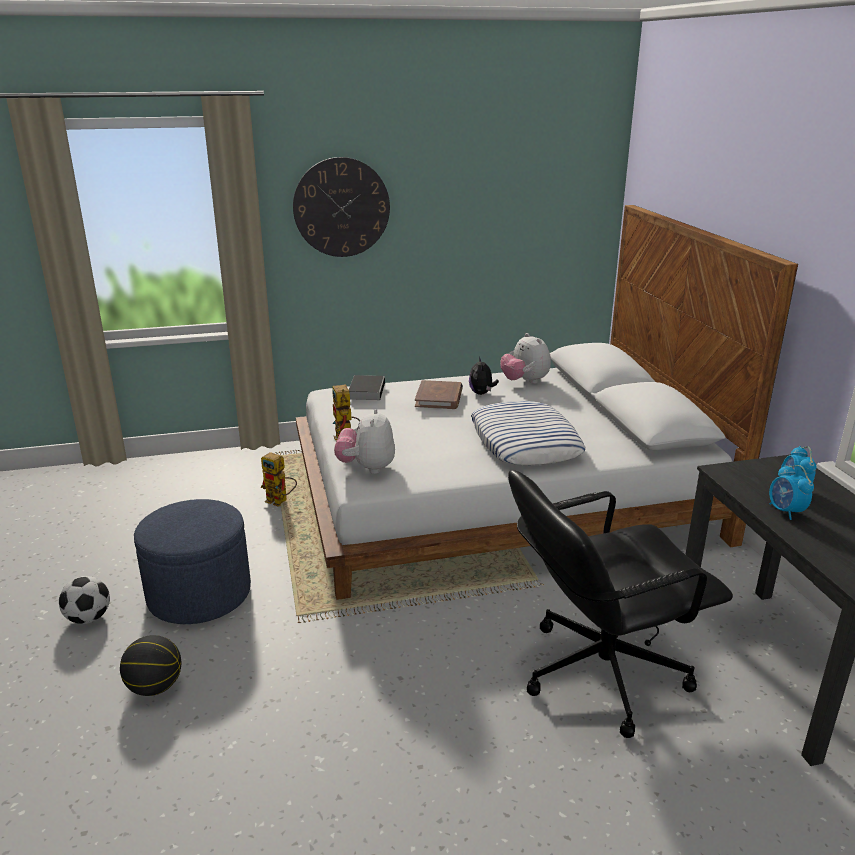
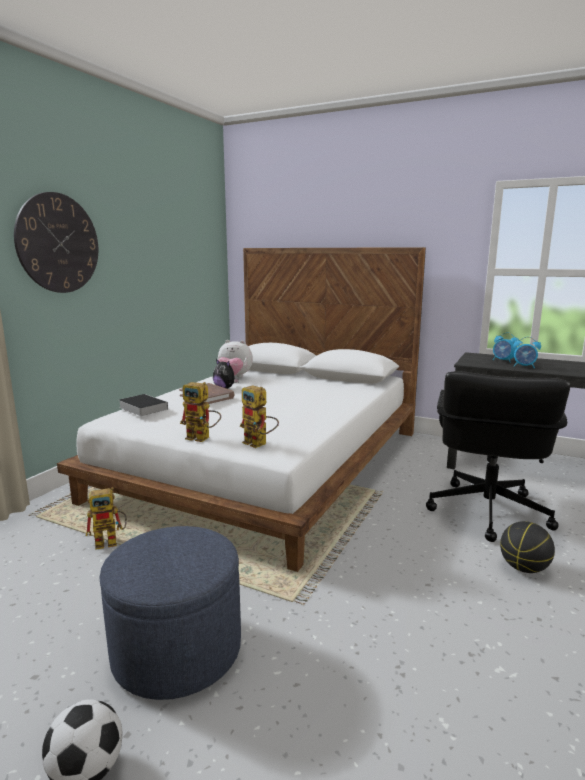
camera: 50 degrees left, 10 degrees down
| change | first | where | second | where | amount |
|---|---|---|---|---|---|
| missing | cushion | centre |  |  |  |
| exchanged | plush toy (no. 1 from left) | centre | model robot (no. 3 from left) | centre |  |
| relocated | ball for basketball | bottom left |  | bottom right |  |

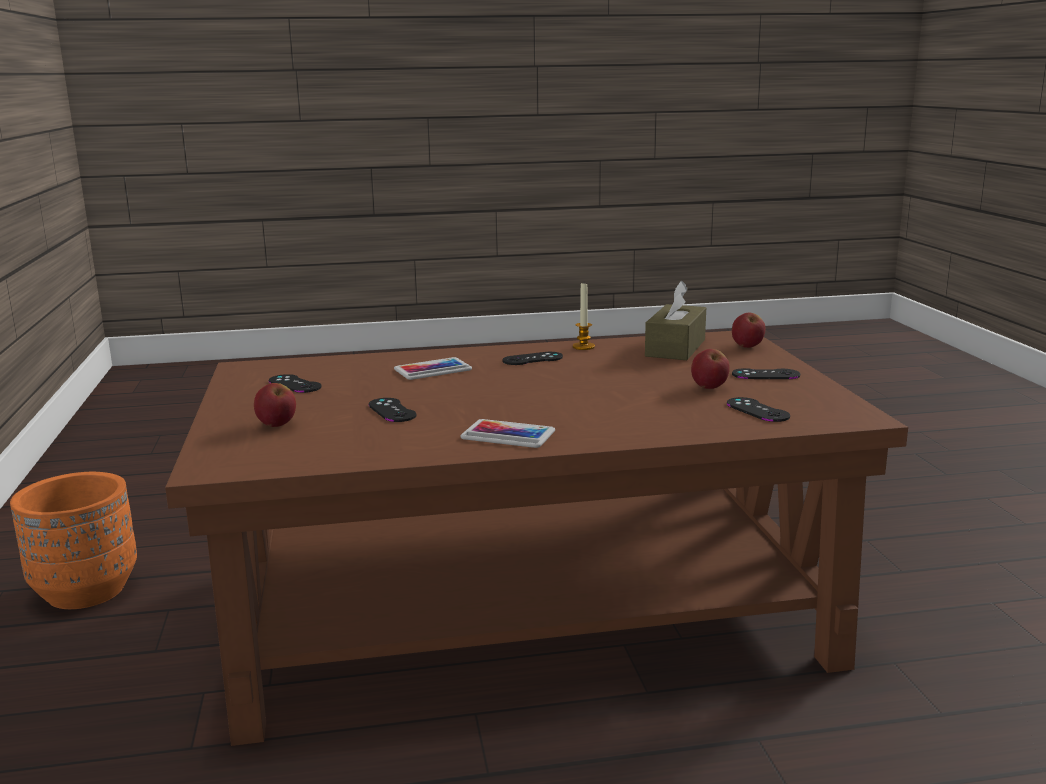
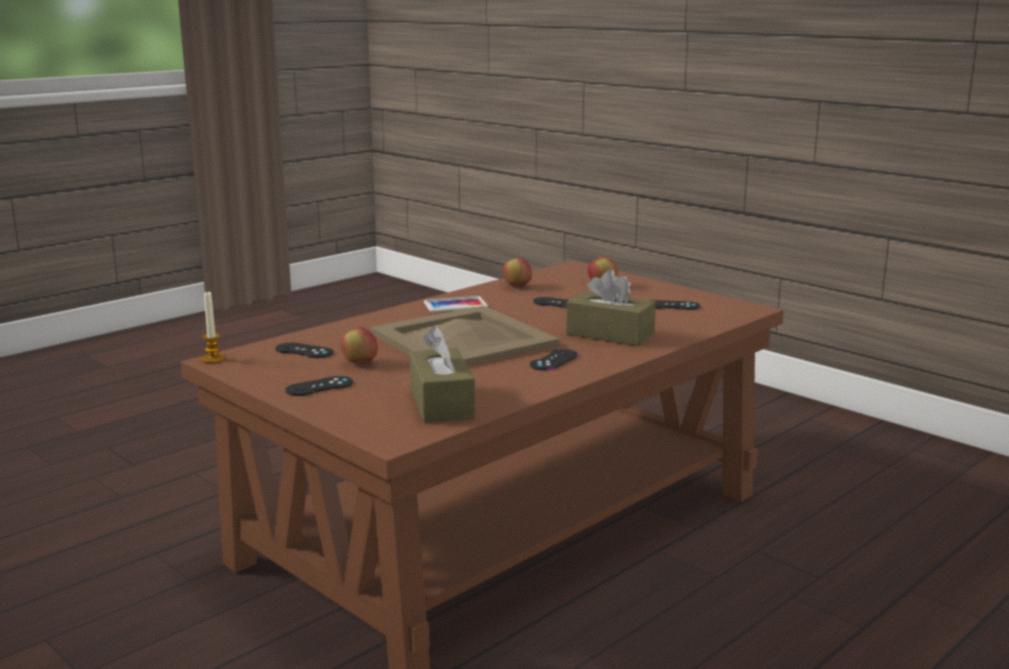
camera: 145 degrees right, 0 degrees up
| change | first | where | second | where | amount |
|---|---|---|---|---|---|
| relocated | wax light | centre |  | middle left |  |
| relocated | whole apple (no. 3 from left in the first image) | middle right | whole apple (no. 2 from left) | centre |  |
| exchanged | handset (no. 1 from left) | centre | brown box of tissues (no. 2 from left) | centre |  |
| missing | orange plant pot | bottom left |  |  |  |
| appeared |  |  | beige-coloured carrying tray | centre |  |

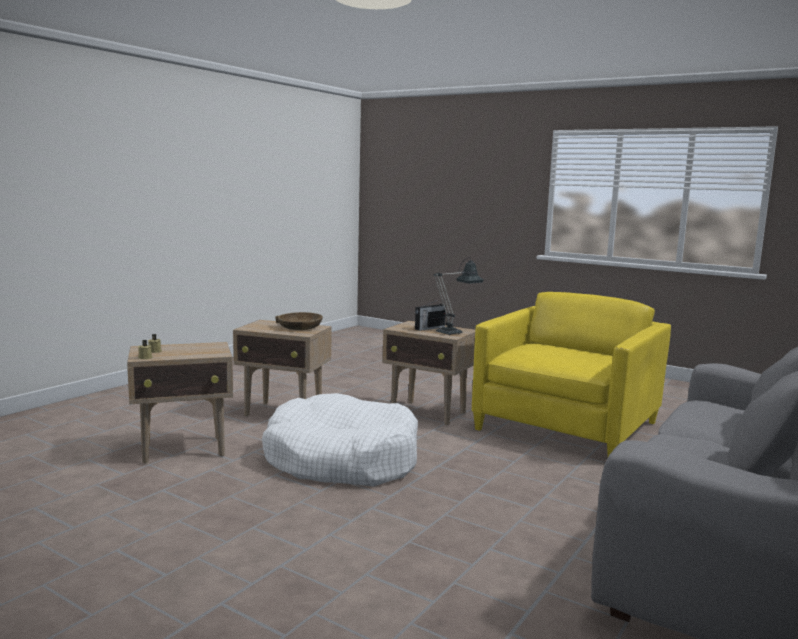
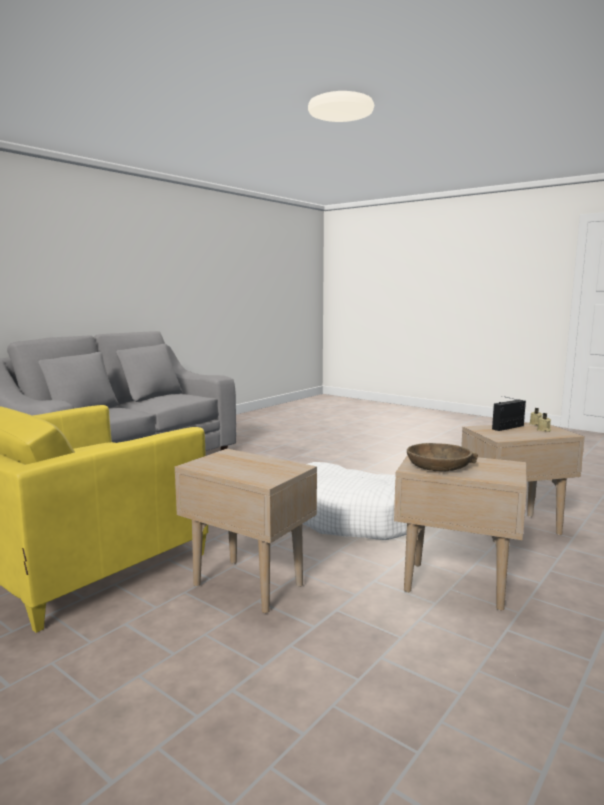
camera: 175 degrees left, 0 degrees up
| change | first | where | second | where | amount |
|---|---|---|---|---|---|
| missing | tabletop lamp | centre |  |  |  |
| relocated | radio set | centre |  | middle right |  |

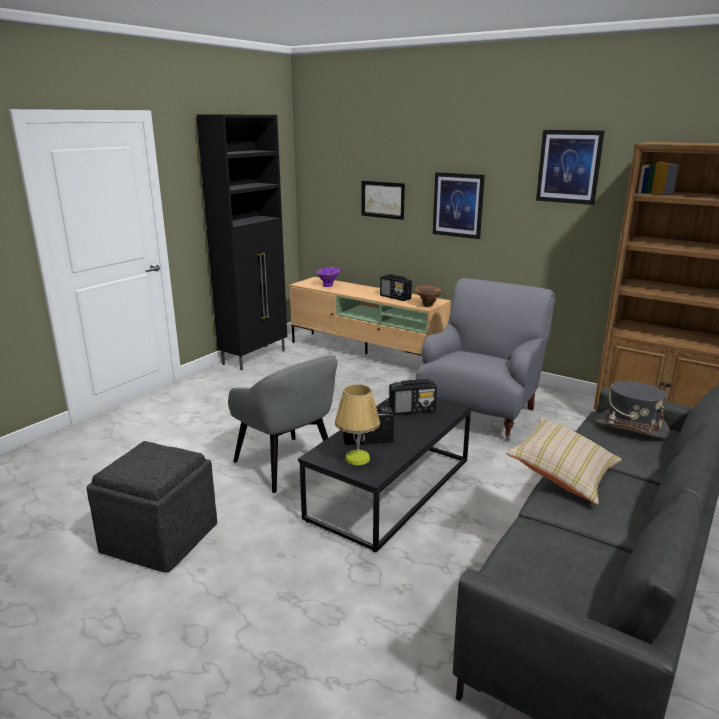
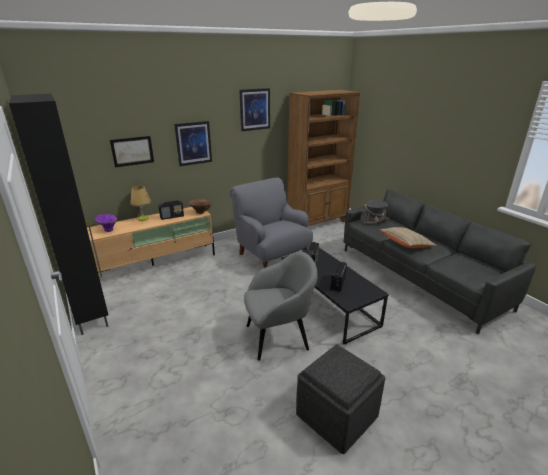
camera: 65 degrees left, 5 degrees up
| change | first | where | second | where | amount |
|---|---|---|---|---|---|
| relocated | tabletop lamp | centre |  | middle left |  |

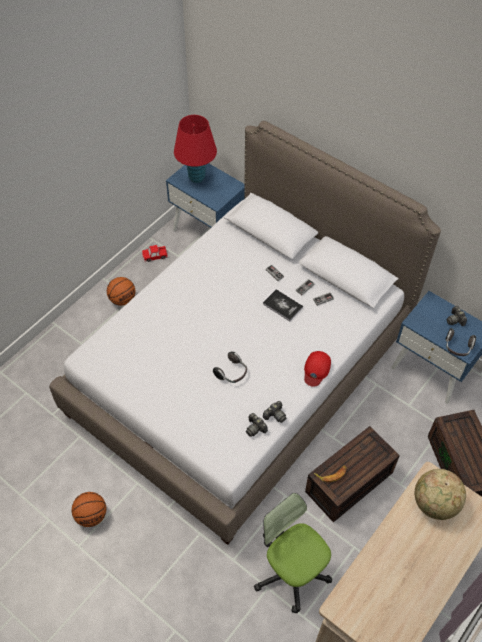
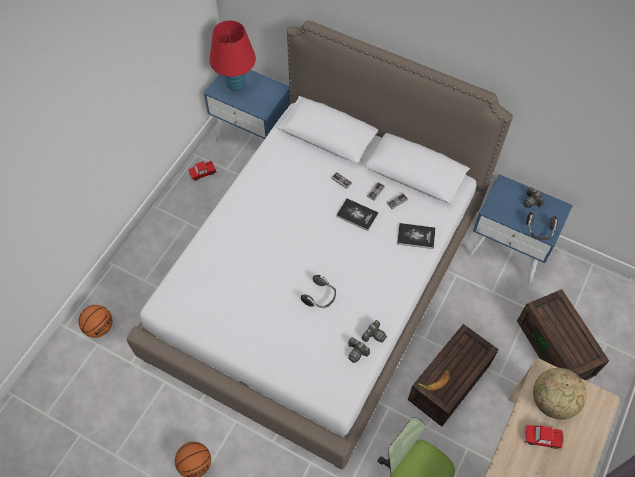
camera: 10 degrees left, 5 degrees up
| change | first | where | second | where | amount |
|---|---|---|---|---|---|
| relocated | ball for basketball (no. 2 from left in the first image) | middle left | ball for basketball (no. 1 from left) | bottom left |  |
| missing | red baseball cap | centre |  |  |  |
| appeared |  |  | bound book (no. 2 from left) | centre |  |
| appeared |  |  | miniature car (no. 2 from left) | bottom right |  |

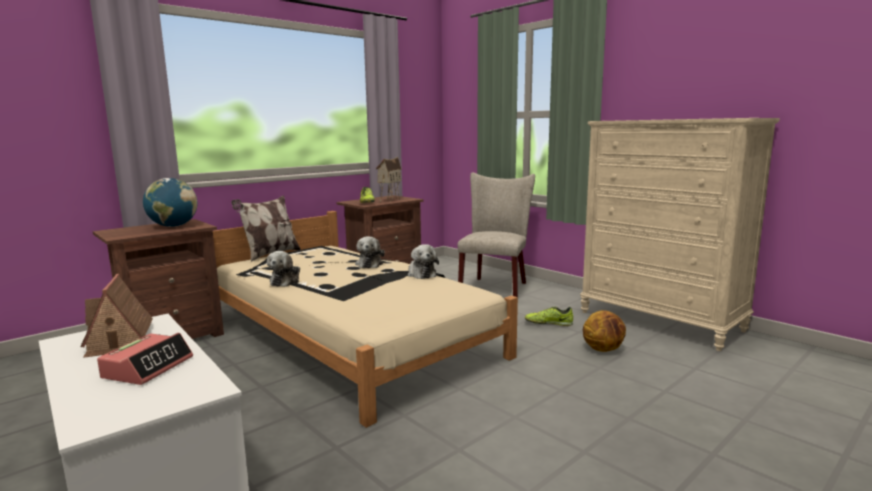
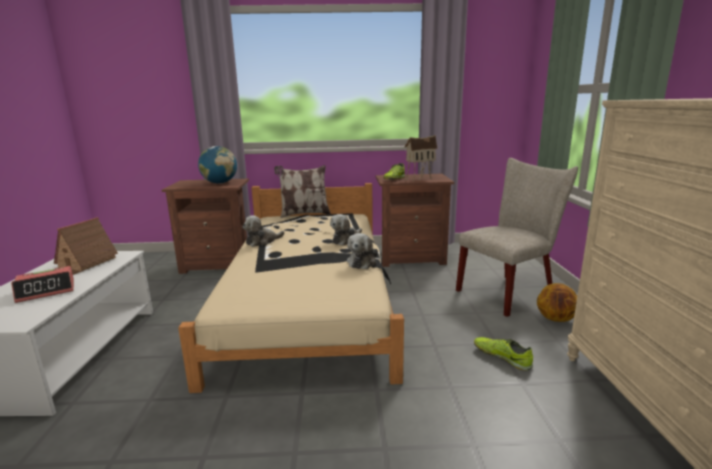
camera: 40 degrees right, 5 degrees up
| change | first | where | second | where | amount |
|---|---|---|---|---|---|
| relocated | ball for basketball | bottom right |  | middle right |  |

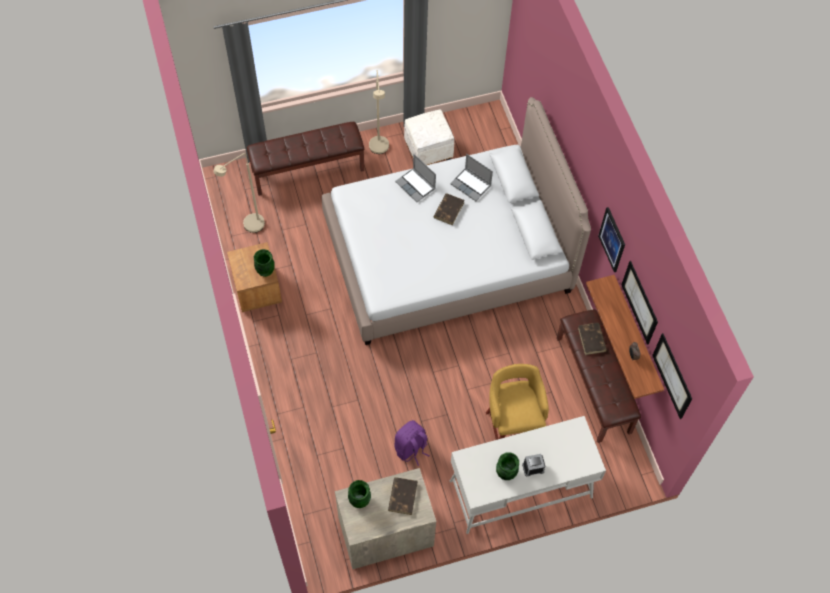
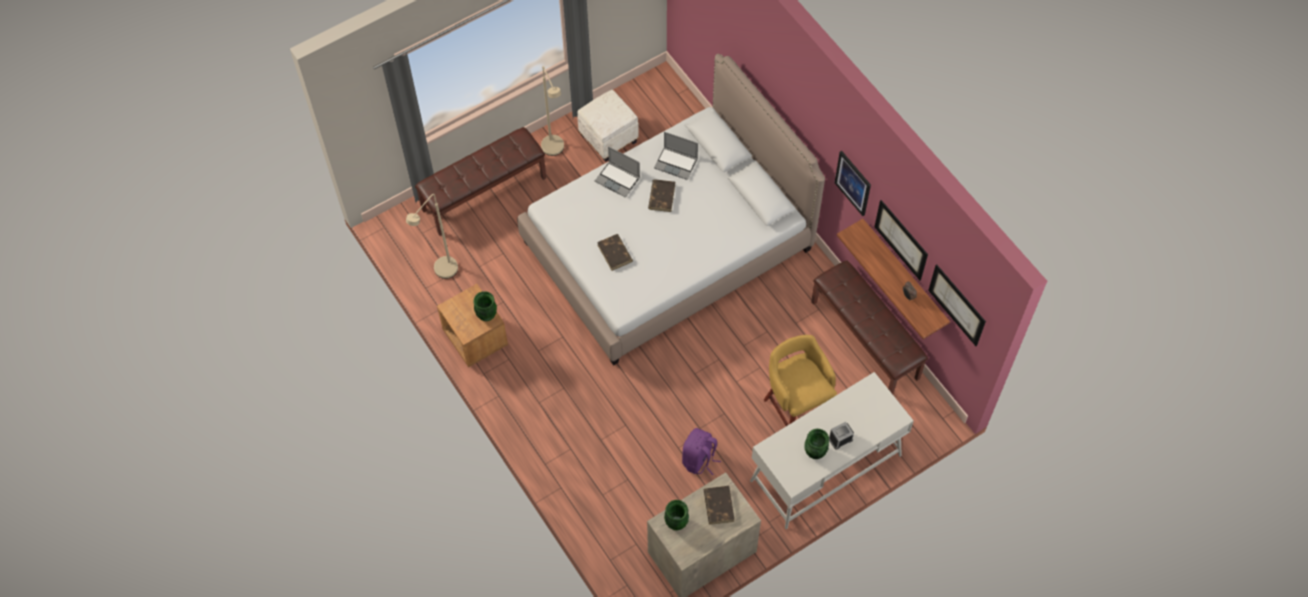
camera: 15 degrees left, 0 degrees up
| change | first | where | second | where | amount |
|---|---|---|---|---|---|
| relocated | brown bound book (no. 3 from left in the first image) | middle right | brown bound book (no. 1 from left) | centre |  |

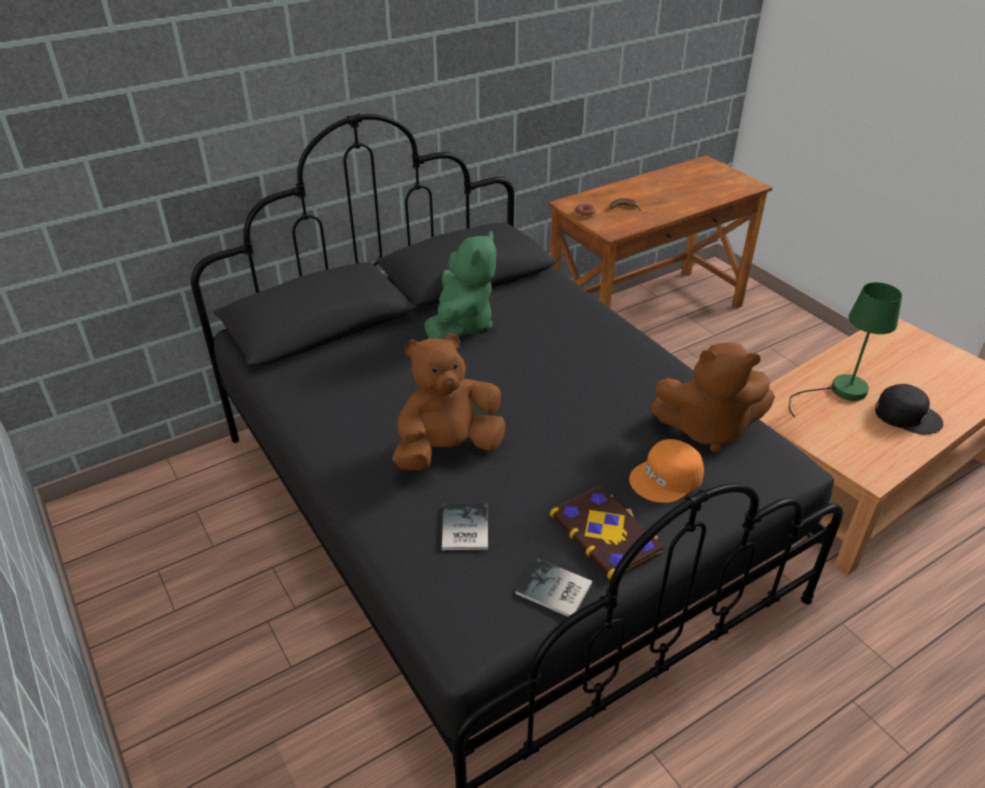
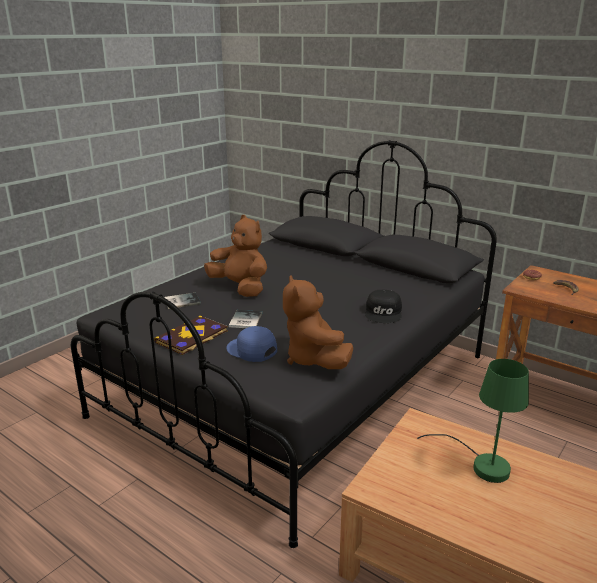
camera: 70 degrees right, 15 degrees down
| change | first | where | second | where | amount |
|---|---|---|---|---|---|
| missing | green-coloured plush toy | centre |  |  |  |
| relocated | blackish baseball cap | middle right |  | centre |  |
| colour | orange baseball cap | middle right | bluish baseball cap | centre |  |
| relocated | bound book (no. 2 from left in the first image) | bottom centre | bound book (no. 3 from left) | centre |  |

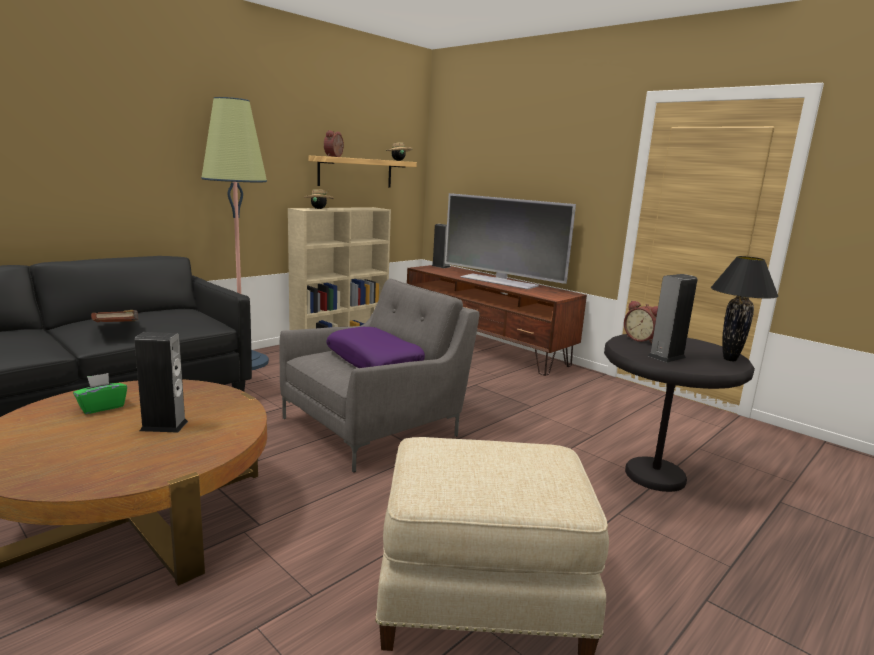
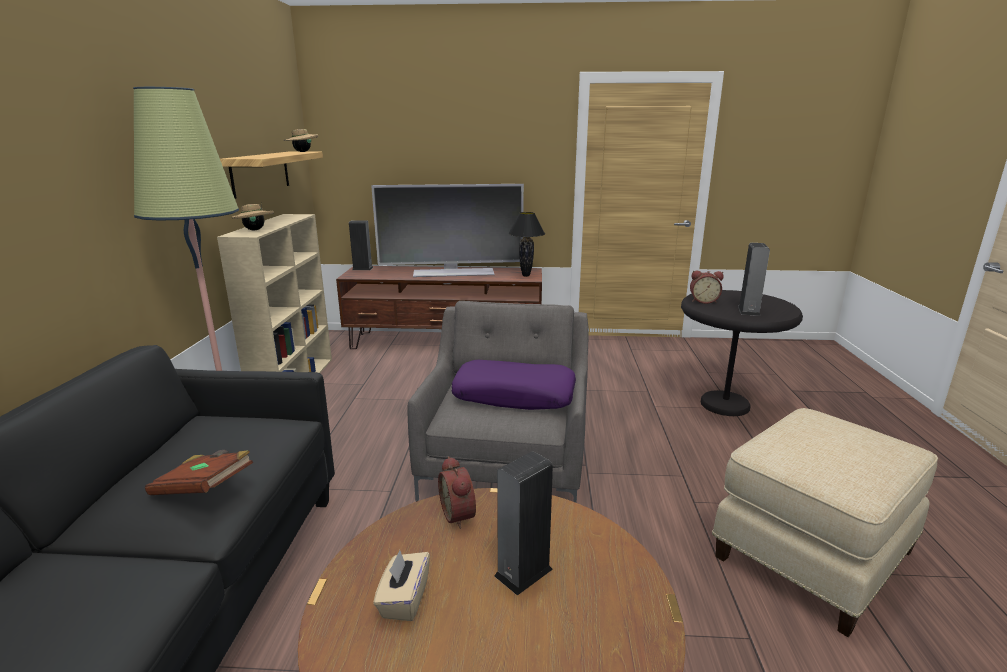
camera: 40 degrees left, 5 degrees up
| change | first | where | second | where | amount |
|---|---|---|---|---|---|
| relocated | alarm clock (no. 1 from left) | top centre |  | bottom centre |  |
| relocated | blackish tabletop lamp | middle right |  | centre |  |
| colour | green-coloured box of tissues | middle left | beige-coloured box of tissues | bottom centre |  |

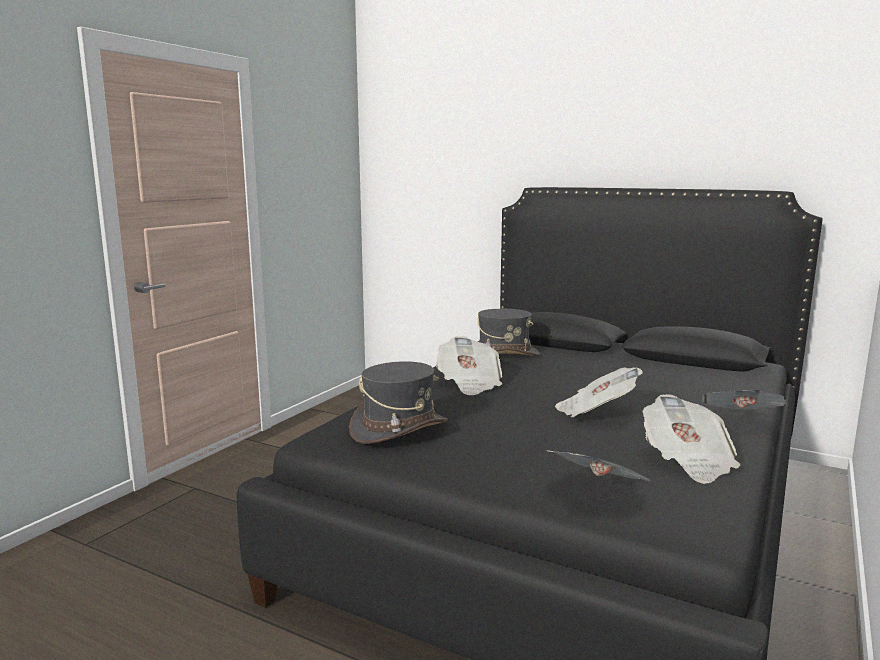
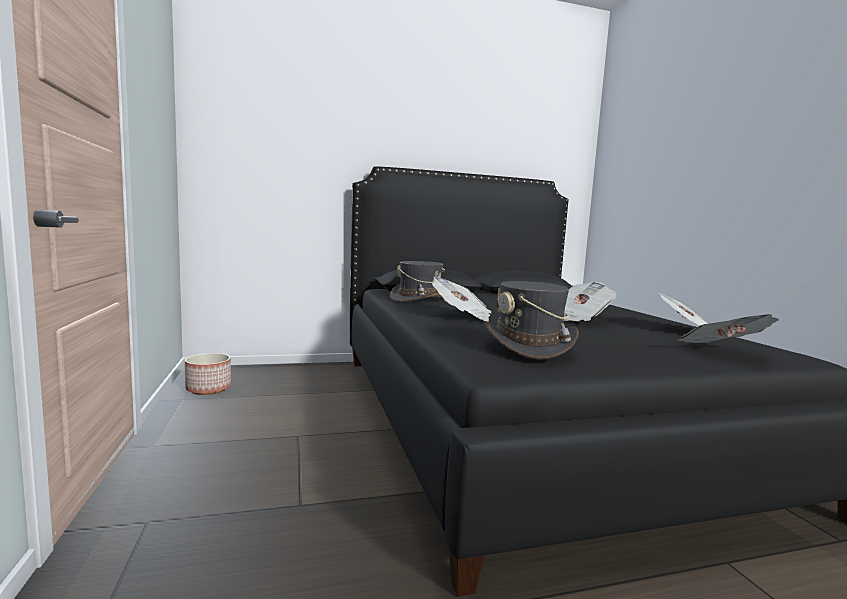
camera: 45 degrees left, 5 degrees down
| change | first | where | second | where | amount |
|---|---|---|---|---|---|
| missing | newspaper (no. 5 from left) | middle right |  |  |  |
| appeared |  |  | plant pot | middle left |  |

